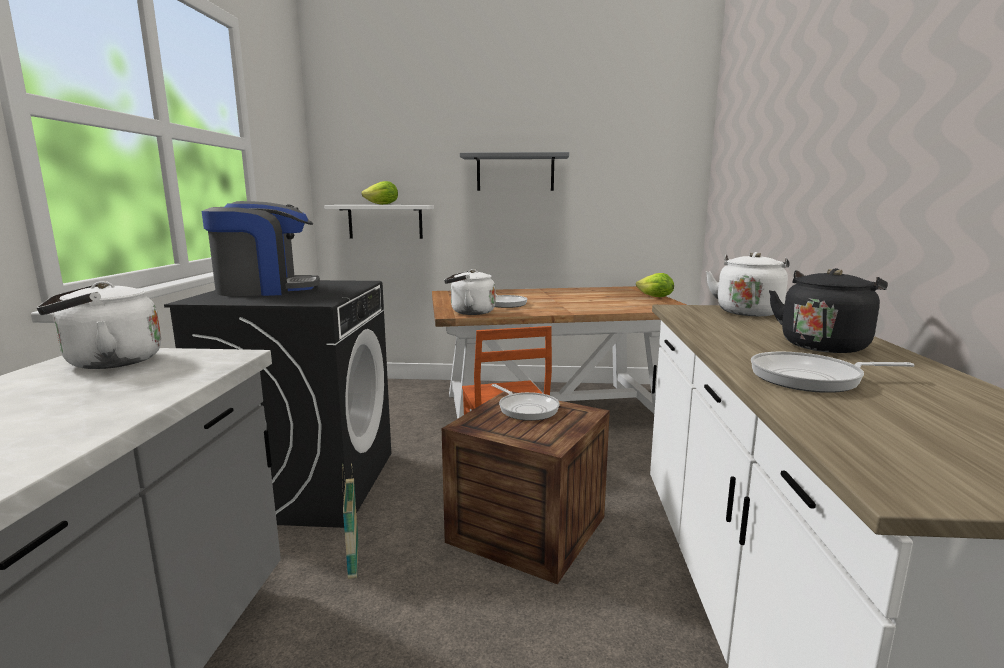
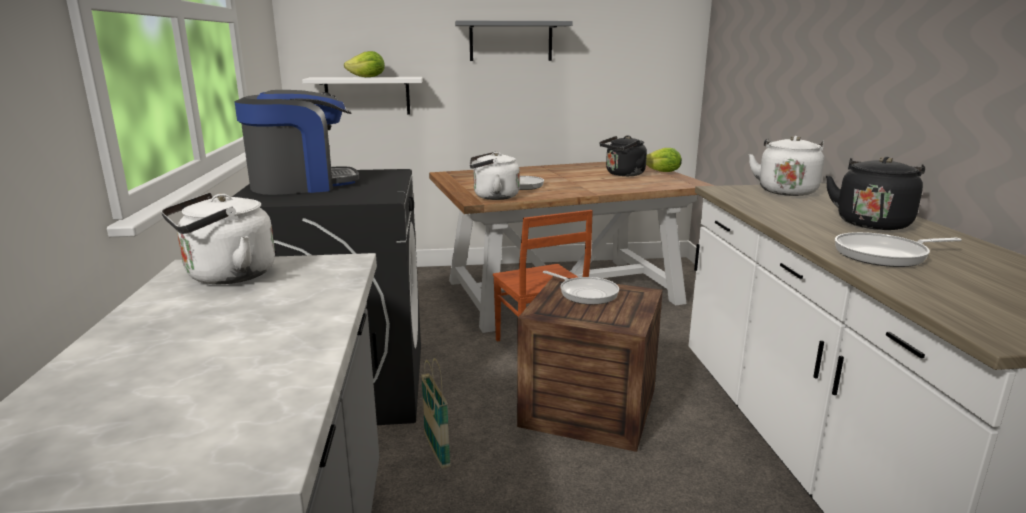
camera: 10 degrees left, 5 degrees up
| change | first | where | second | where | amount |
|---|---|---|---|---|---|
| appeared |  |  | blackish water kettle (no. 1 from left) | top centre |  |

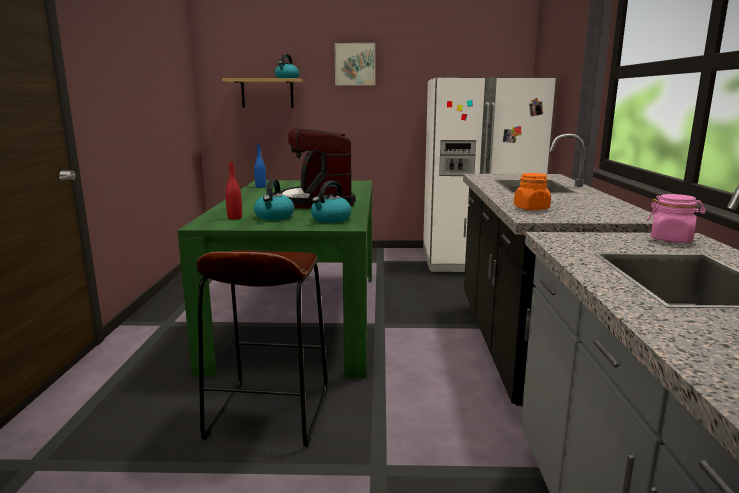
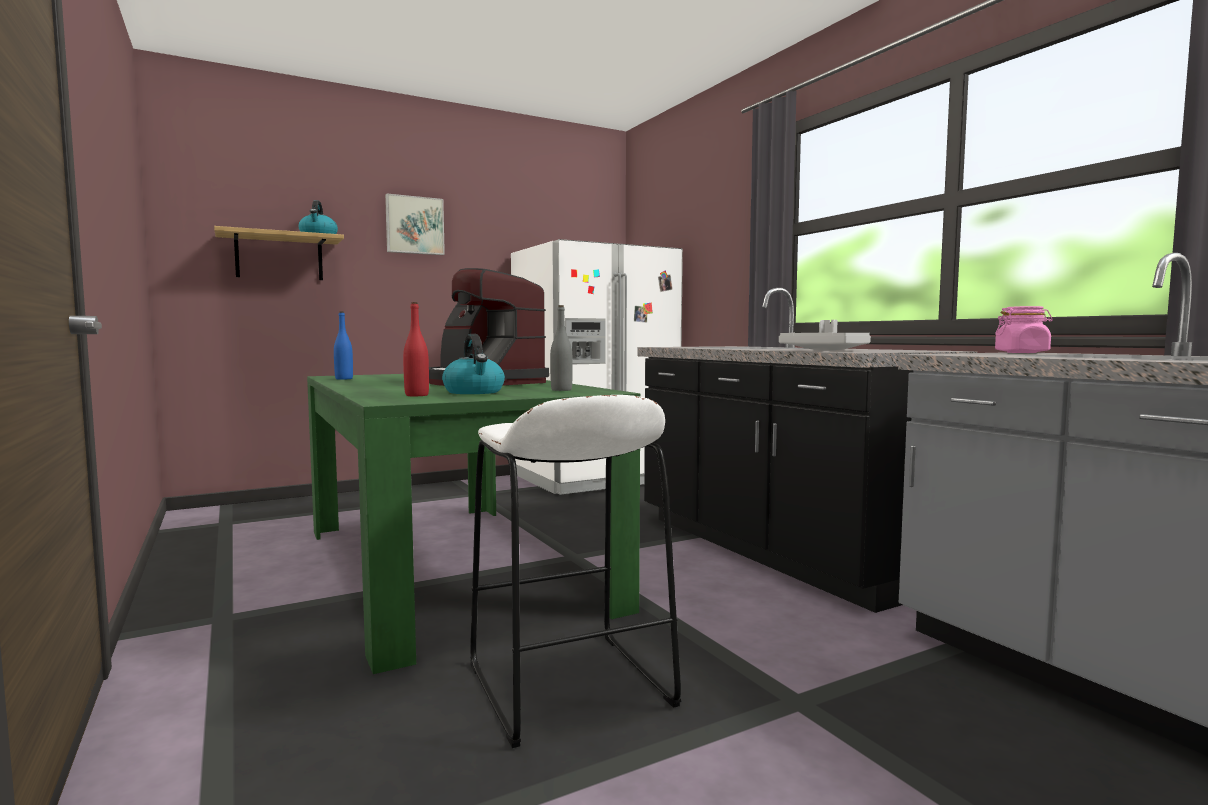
camera: 30 degrees left, 10 degrees down
| change | first | where | second | where | amount |
|---|---|---|---|---|---|
| exchanged | orange preserve jar | middle right | gray carrying tray | middle right |  |
| exchanged | water kettle (no. 3 from left) | centre | gray beverage bottle | centre |  |
| colour | brown stool | bottom centre | whitish stool | bottom centre |  |

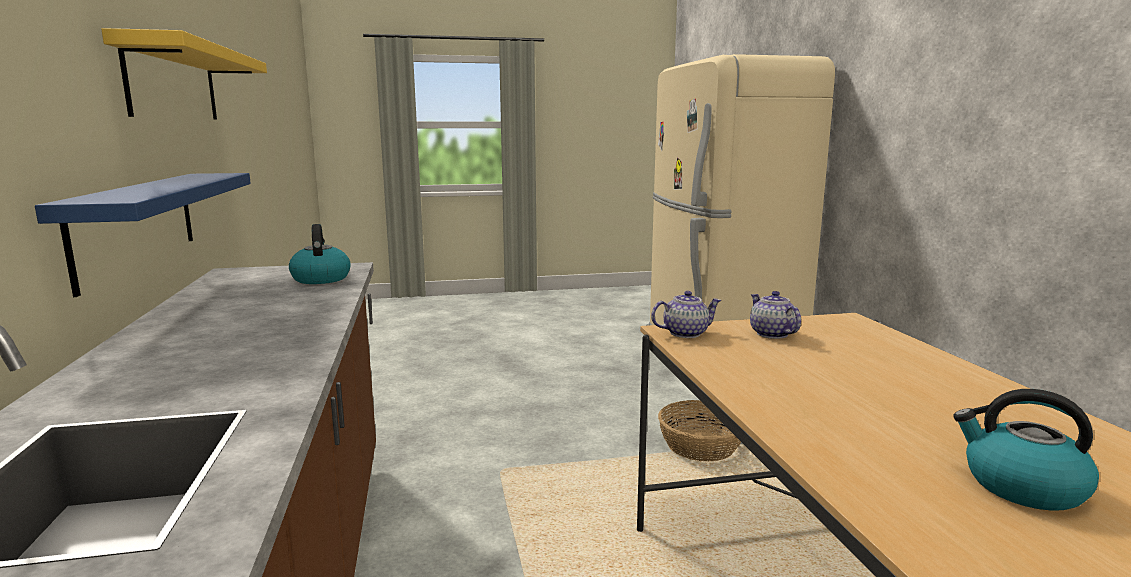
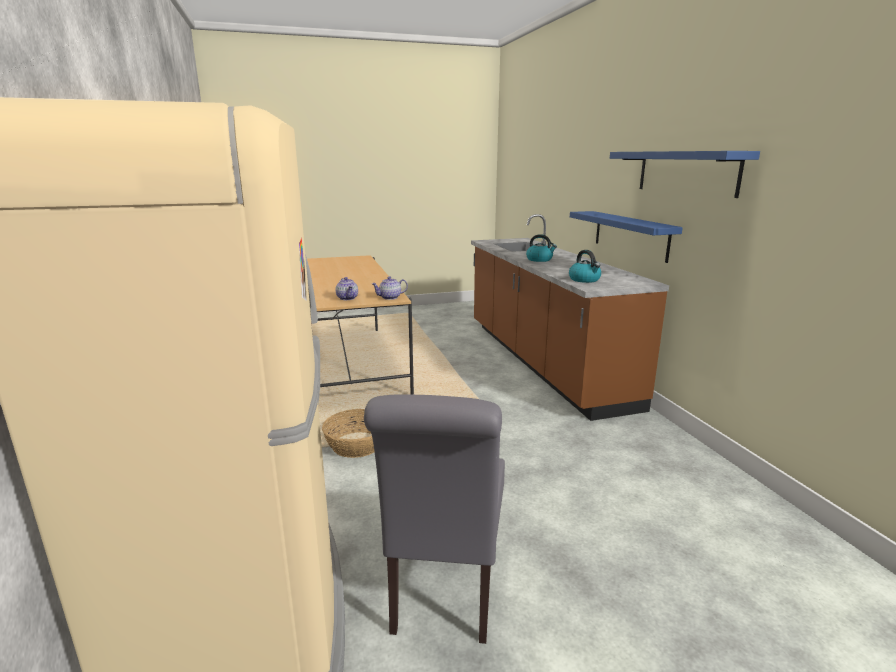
camera: 175 degrees right, 5 degrees up
| change | first | where | second | where | amount |
|---|---|---|---|---|---|
| colour | yellowish wall shelf | top left | bluish wall shelf (no. 2 from left) | top right |  |
| relocated | water kettle (no. 2 from left in the first image) | bottom right | water kettle (no. 1 from left) | centre |  |
| appeared |  |  | gray upright chair | bottom centre |  |

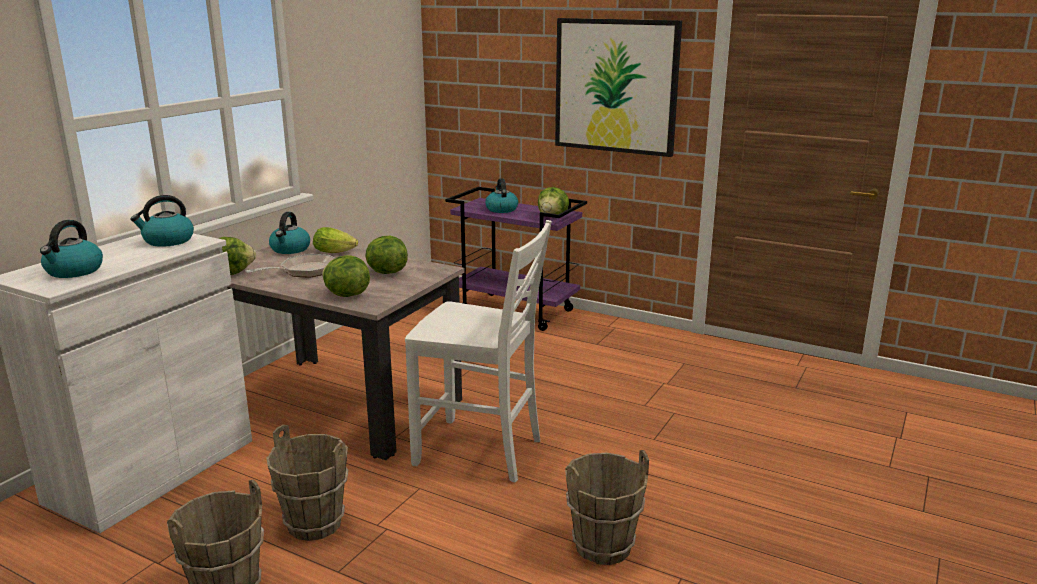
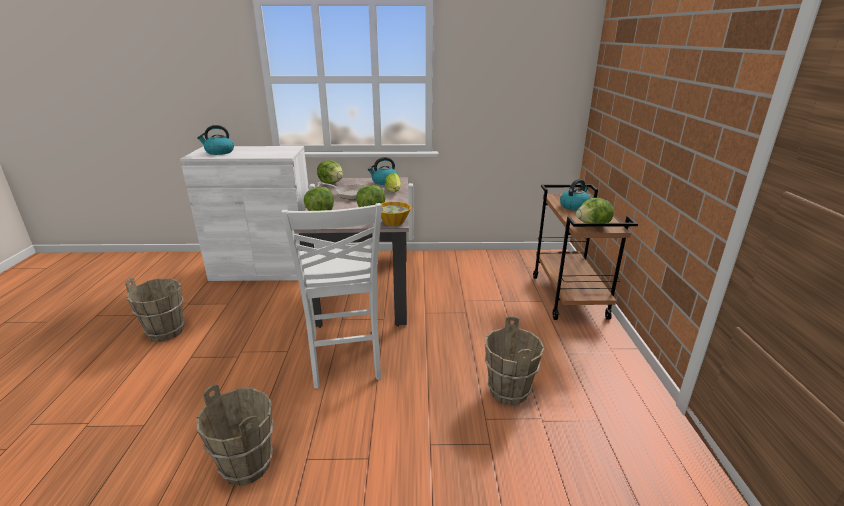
camera: 60 degrees right, 5 degrees up
| change | first | where | second | where | amount |
|---|---|---|---|---|---|
| missing | wall art | top centre |  |  |  |
| colour | purple-coloured cart | centre | brown cart | middle right |  |
| missing | water kettle (no. 2 from left) | middle left |  |  |  |
| relocated | brown pail (no. 2 from left in the first image) | bottom left | brown pail (no. 3 from left) | bottom centre |  |
| appeared |  |  | serving bowl | centre |  |

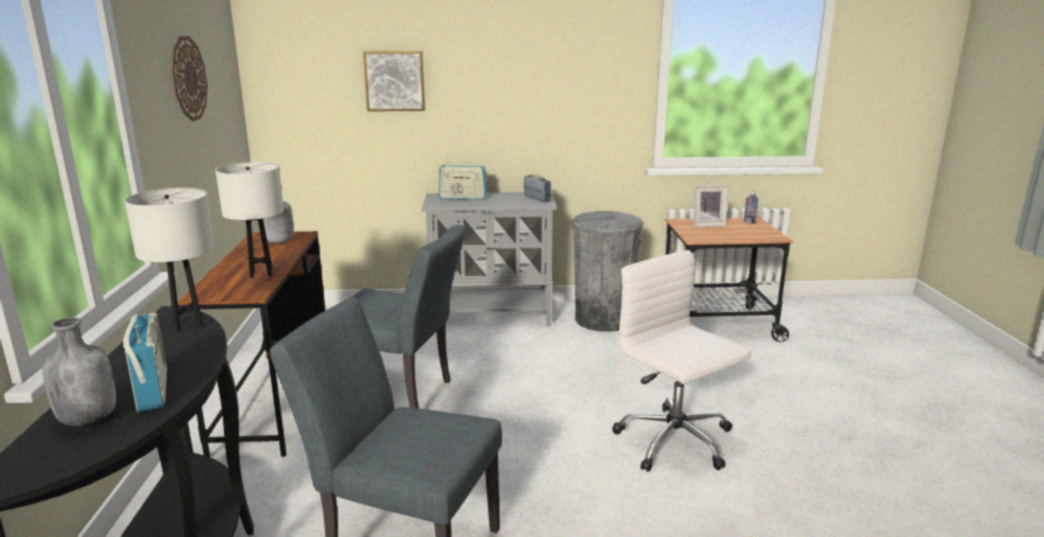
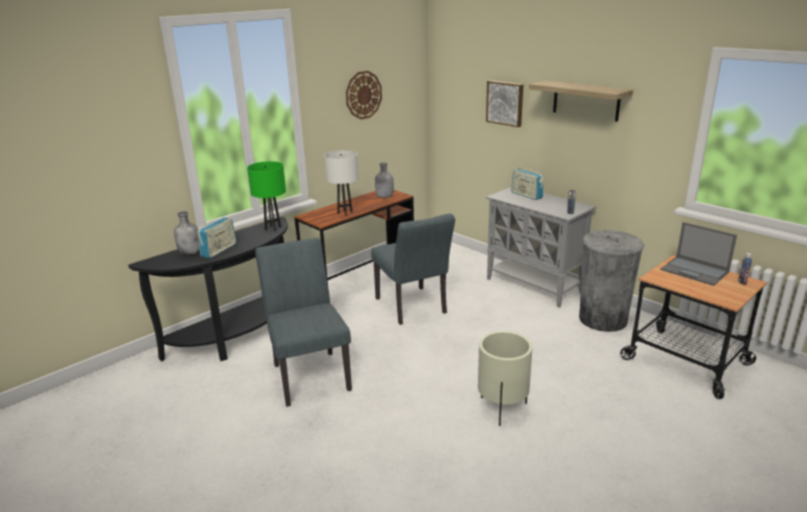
camera: 50 degrees right, 5 degrees up
| change | first | where | second | where | amount |
|---|---|---|---|---|---|
| exchanged | photo frame | middle right | notebook computer | middle right |  |
| colour | whitish tabletop lamp (no. 1 from left) | middle left | green-coloured tabletop lamp | middle left |  |
| exchanged | whitish office chair | bottom centre | beige-coloured plant pot | bottom centre |  |
| appeared |  |  | wall shelf | top right |  |

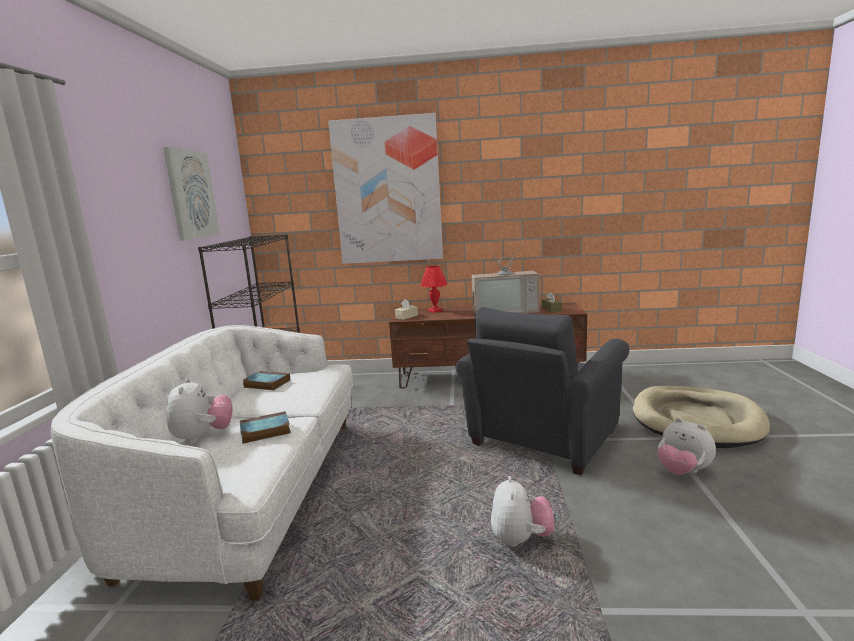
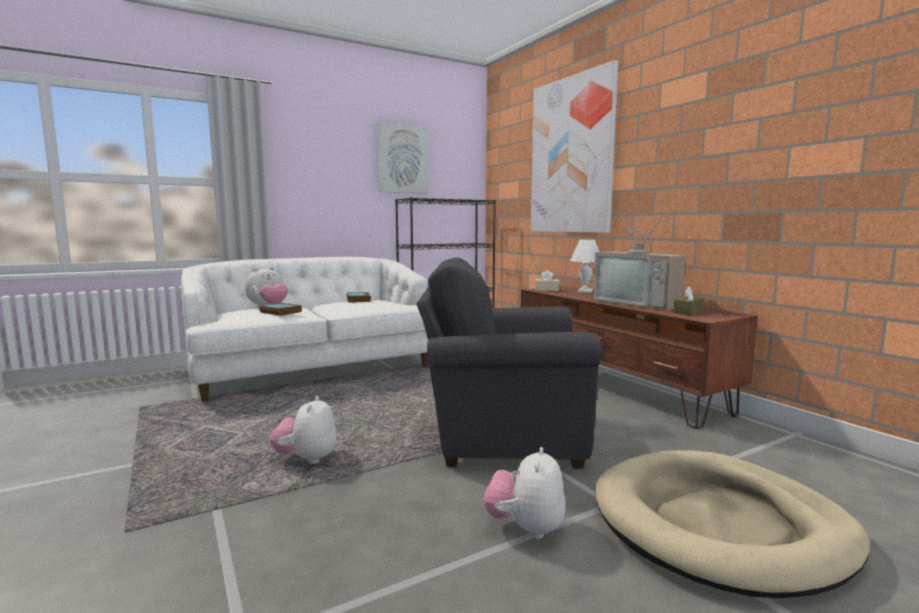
camera: 55 degrees right, 5 degrees down
| change | first | where | second | where | amount |
|---|---|---|---|---|---|
| colour | red tabletop lamp | centre | whitish tabletop lamp | centre |  |
| spun | plush toy (no. 2 from left) | bottom centre |  | bottom left | 120 degrees clockwise |

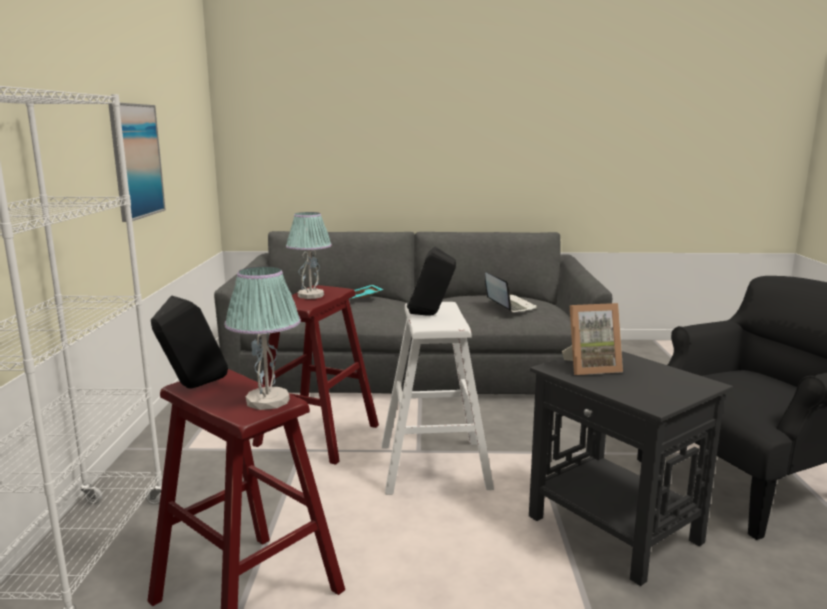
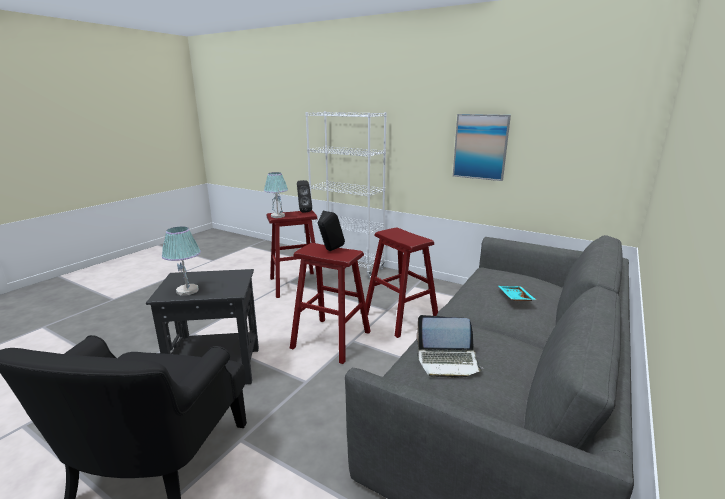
camera: 120 degrees right, 5 degrees up
| change | first | where | second | where | amount |
|---|---|---|---|---|---|
| relocated | tabletop lamp (no. 2 from left in the first image) | centre | tabletop lamp (no. 1 from left) | middle left |  |
| colour | whitish stool | centre | red stool (no. 2 from left) | centre |  |
| missing | photo frame | middle right |  |  |  |

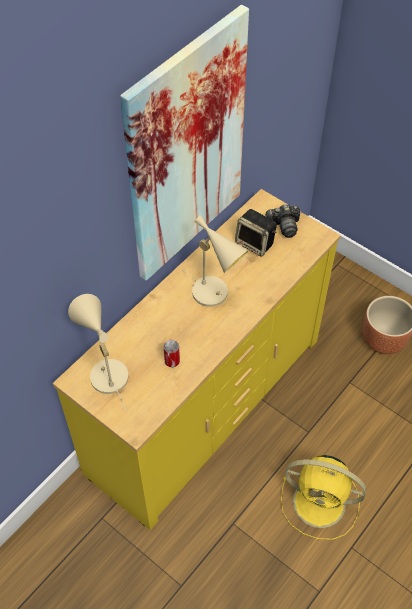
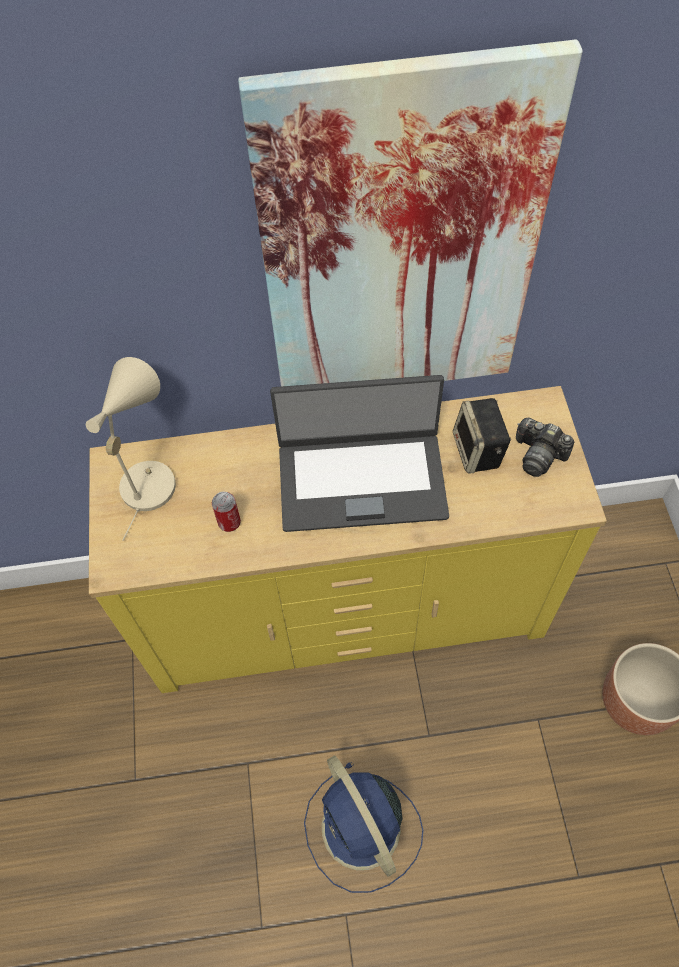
camera: 45 degrees right, 5 degrees up
| change | first | where | second | where | amount |
|---|---|---|---|---|---|
| exchanged | beige-coloured tabletop lamp (no. 2 from left) | centre | notebook computer | centre |  |
| colour | yellowish cooling fan | bottom right | bluish cooling fan | bottom centre |  |

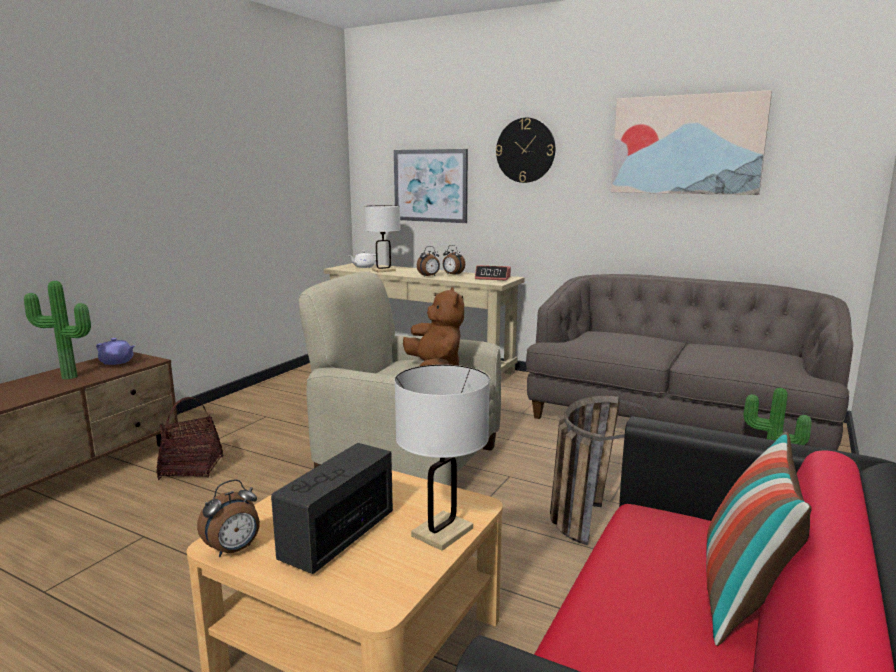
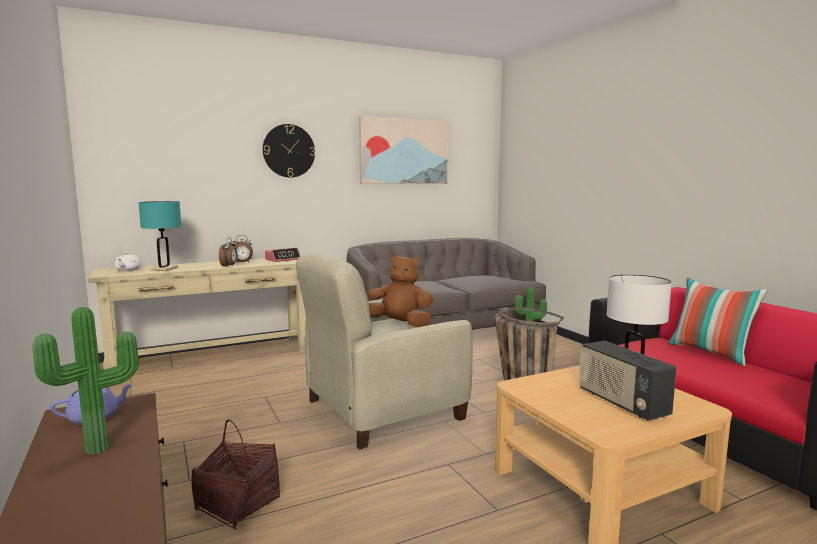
camera: 55 degrees left, 5 degrees down
| change | first | where | second | where | amount |
|---|---|---|---|---|---|
| missing | wall art (no. 1 from left) | top centre |  |  |  |
| colour | whitish tabletop lamp (no. 1 from left) | centre | turquoise tabletop lamp | middle left |  |
| missing | alarm clock (no. 1 from left) | bottom left |  |  |  |

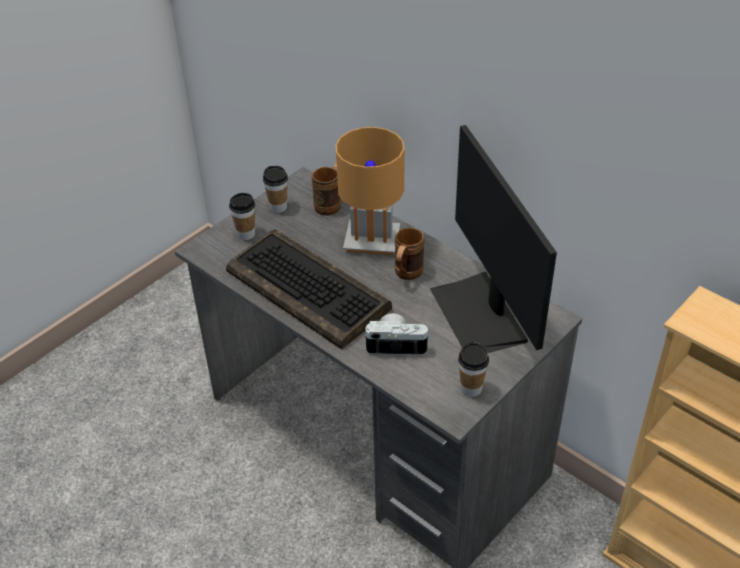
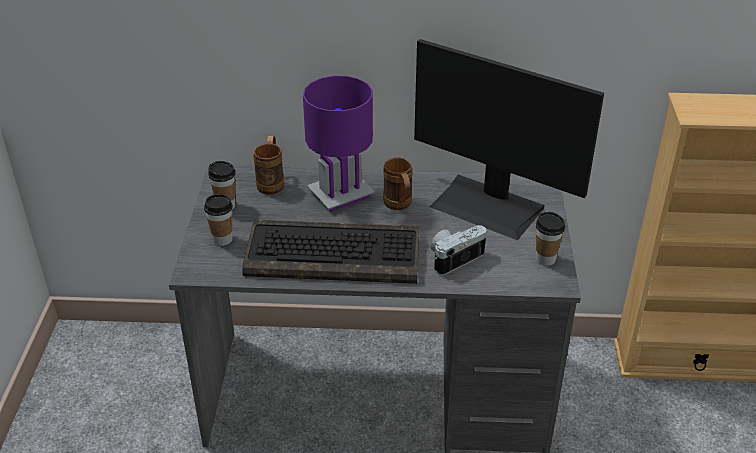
camera: 40 degrees left, 5 degrees down
| change | first | where | second | where | amount |
|---|---|---|---|---|---|
| colour | brown tabletop lamp | centre | purple-coloured tabletop lamp | top centre |  |

